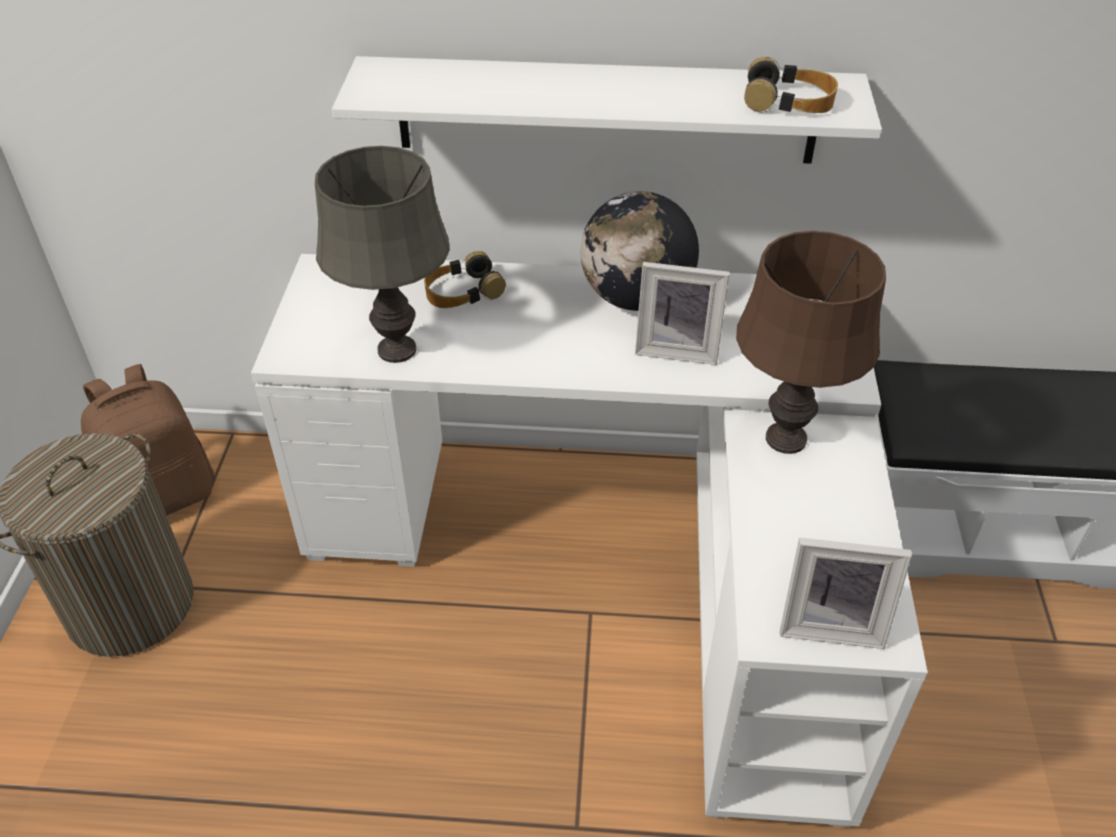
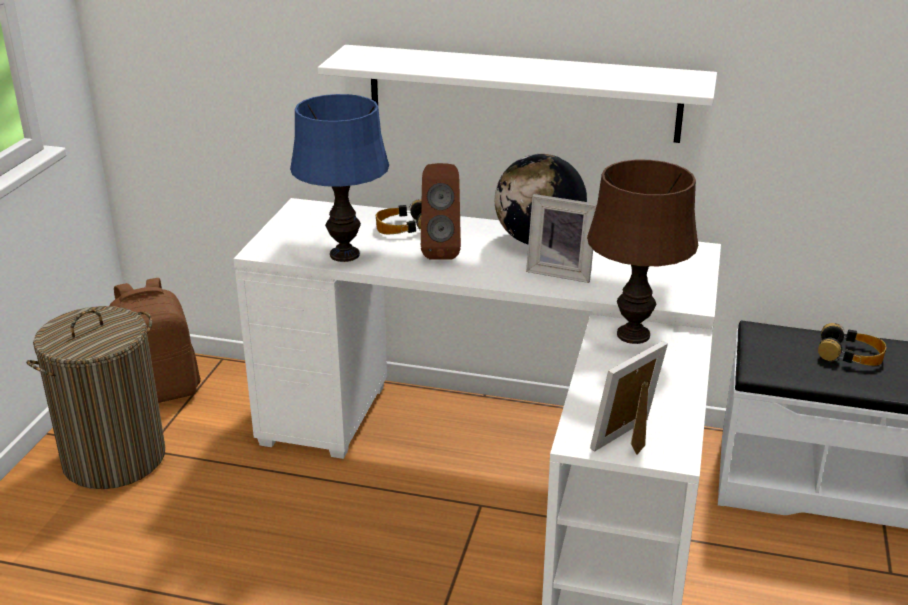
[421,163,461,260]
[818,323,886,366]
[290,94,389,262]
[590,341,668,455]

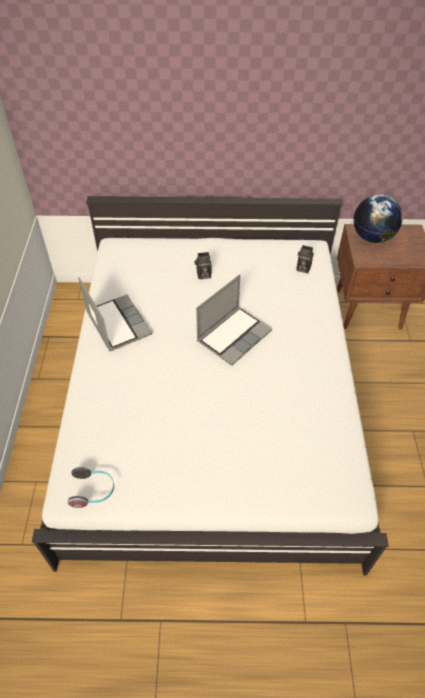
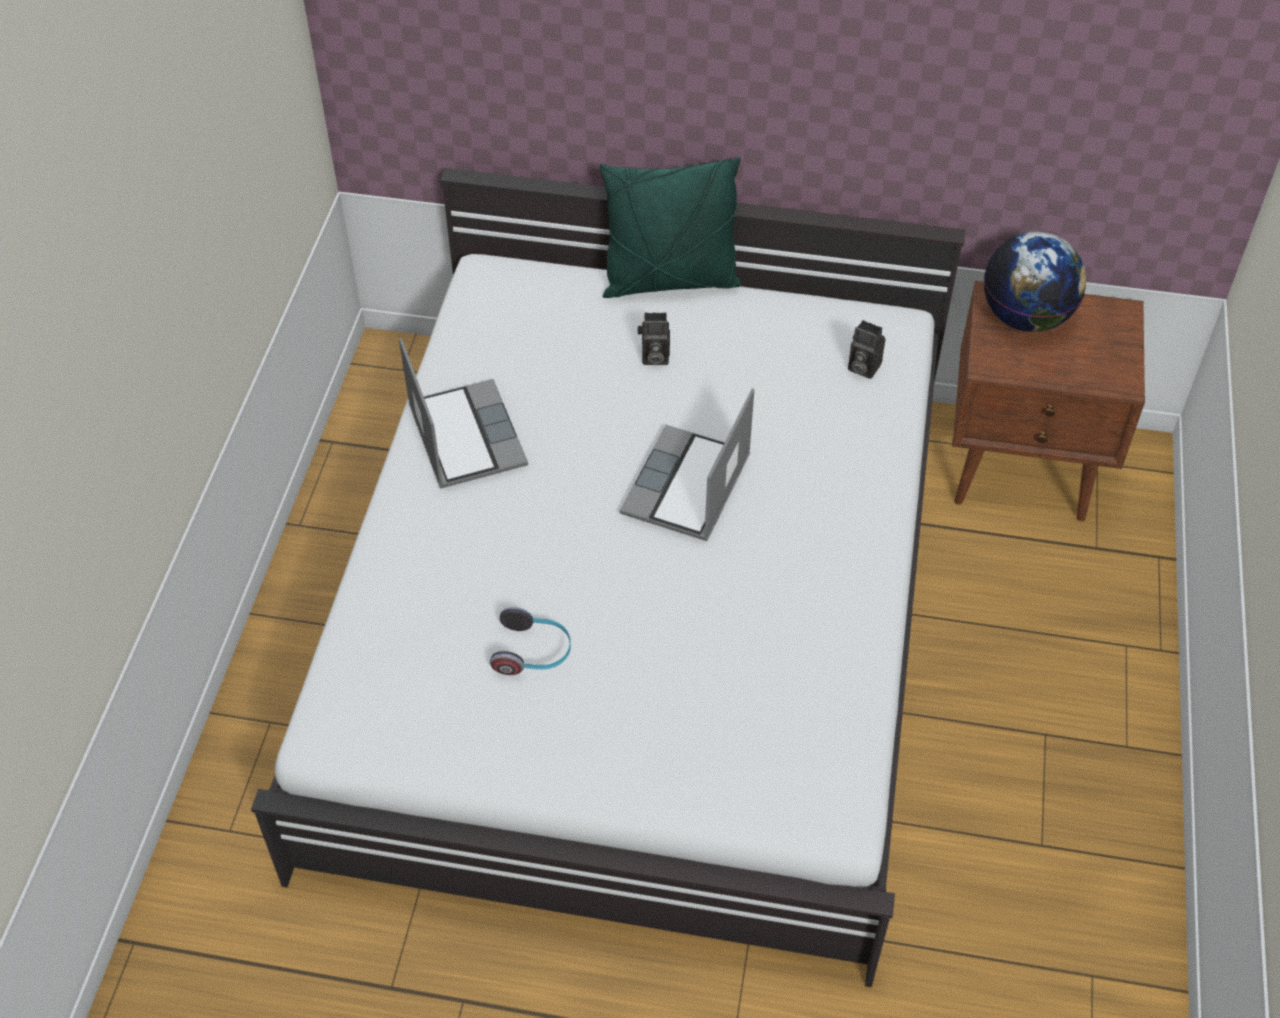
[600,157,741,298]
[490,607,571,675]
[620,388,754,541]

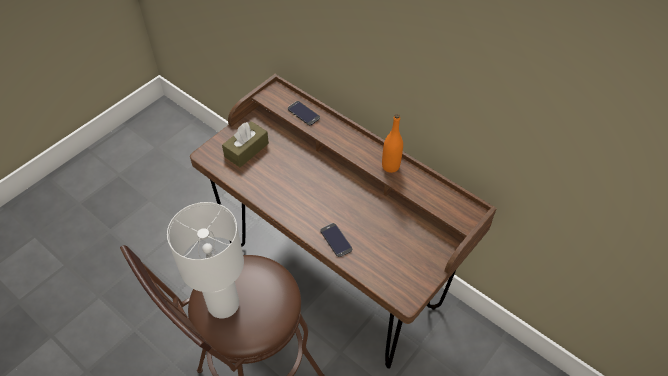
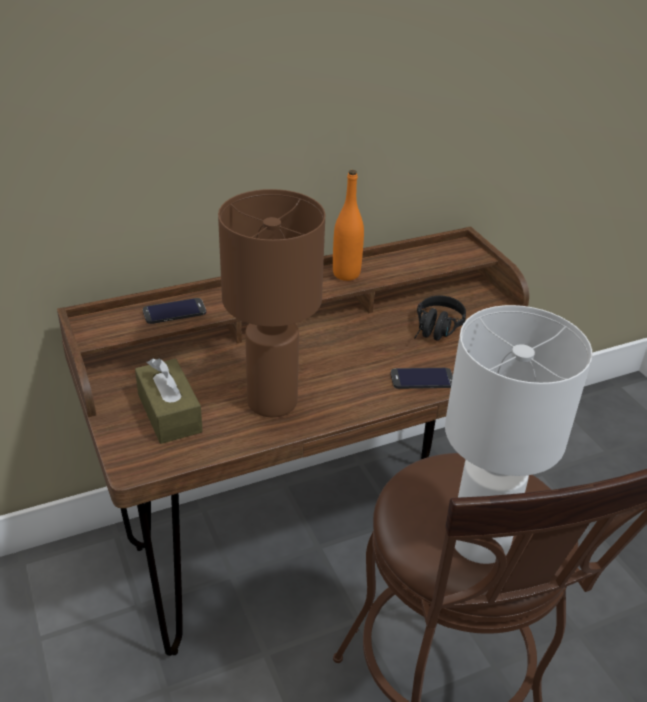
[218,189,325,417]
[414,296,466,341]

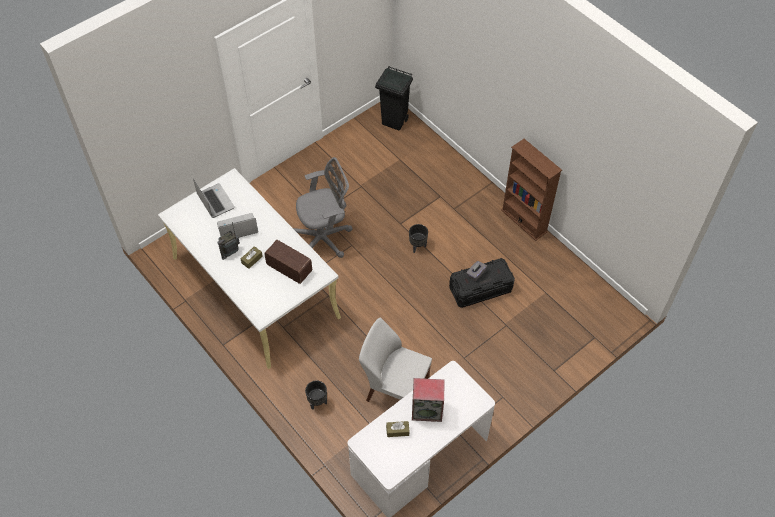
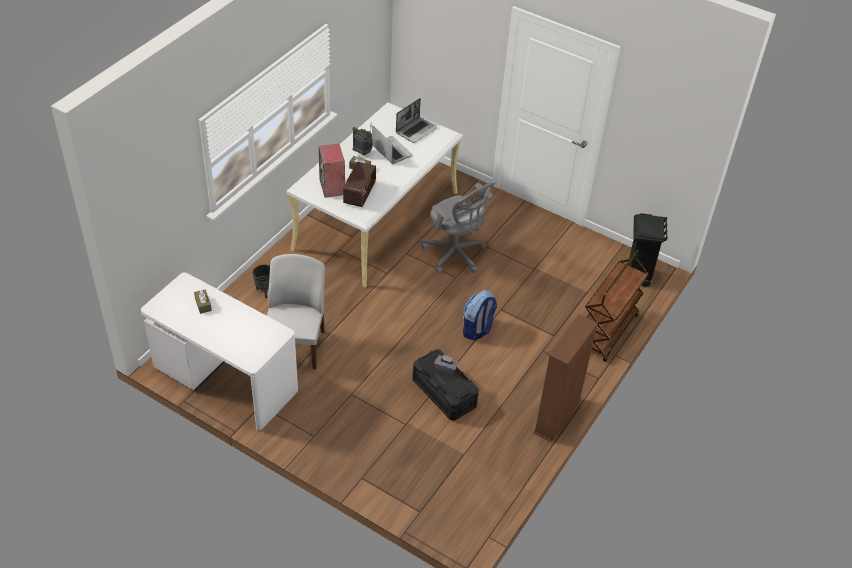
[585,249,649,362]
[319,144,345,198]
[463,290,497,341]

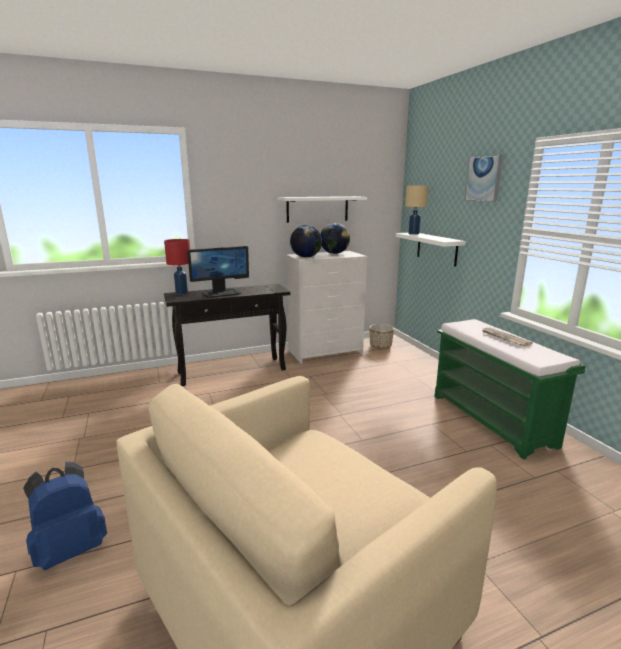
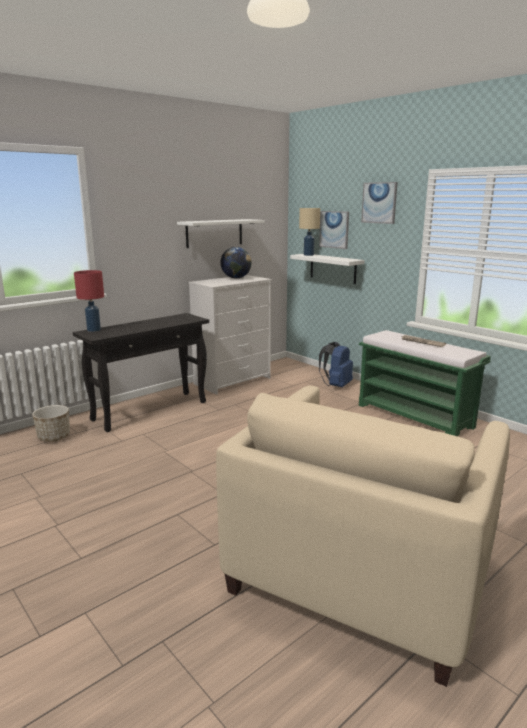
[187,246,249,298] (first image)
[290,225,322,258] (first image)
[319,211,349,249]
[319,342,353,387]
[32,405,70,442]

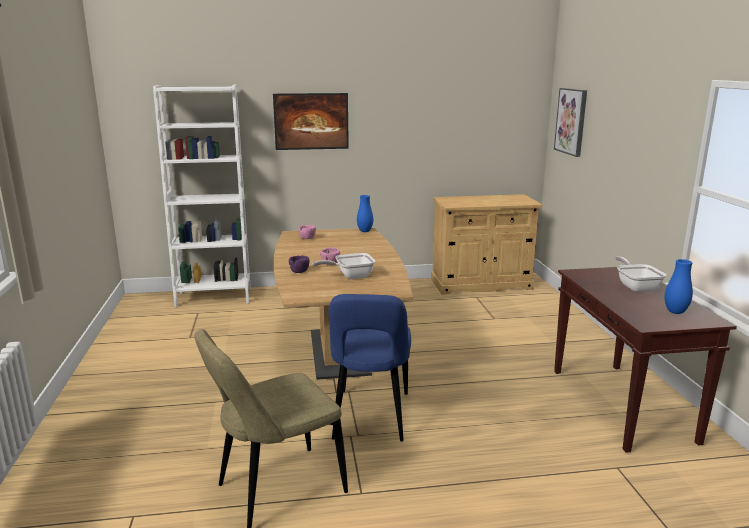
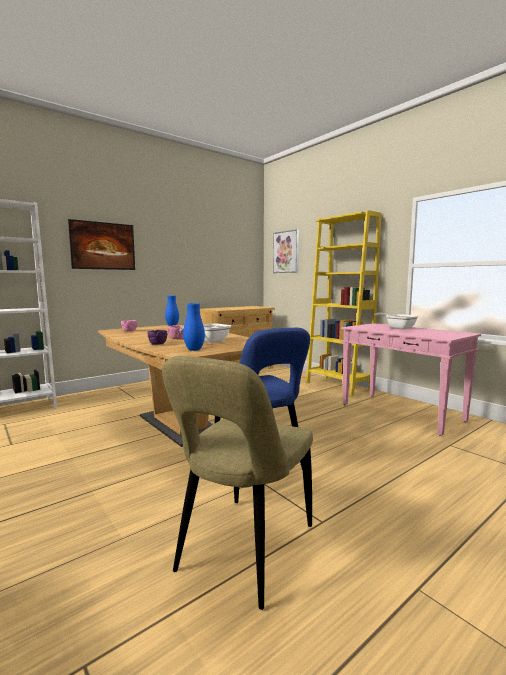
[306,210,382,396]
[183,303,205,351]
[341,323,481,436]

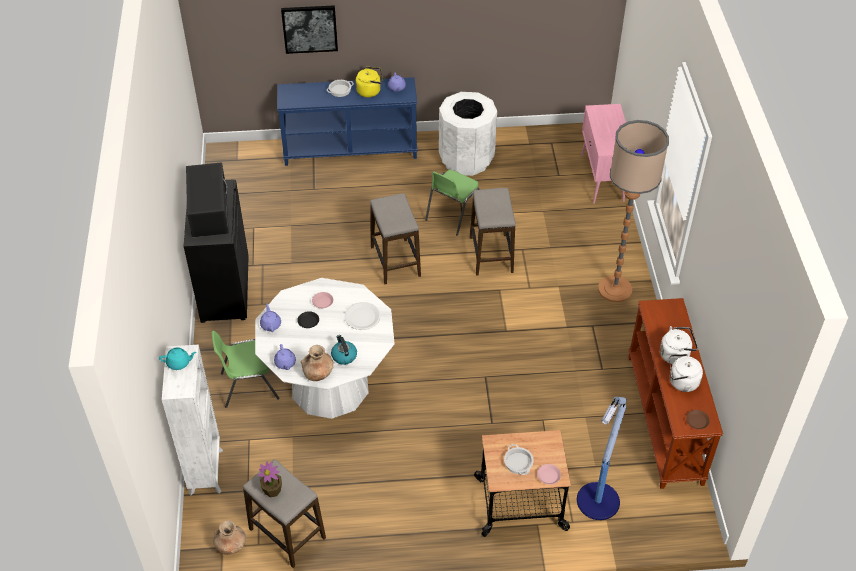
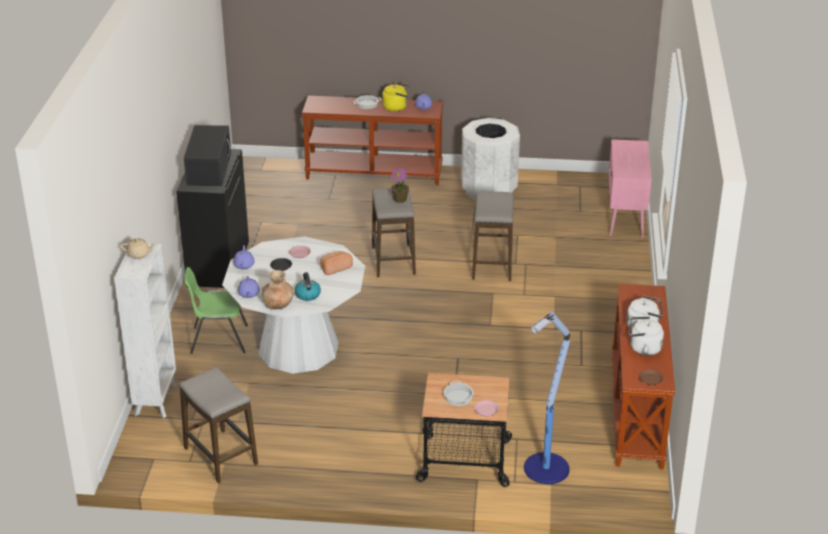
[213,520,246,555] (first image)
[281,5,338,54] (first image)
[425,170,480,236] (first image)
[598,120,669,302] (first image)
[391,167,409,203]
[320,251,353,275]
[120,238,157,259]
[302,96,443,186]

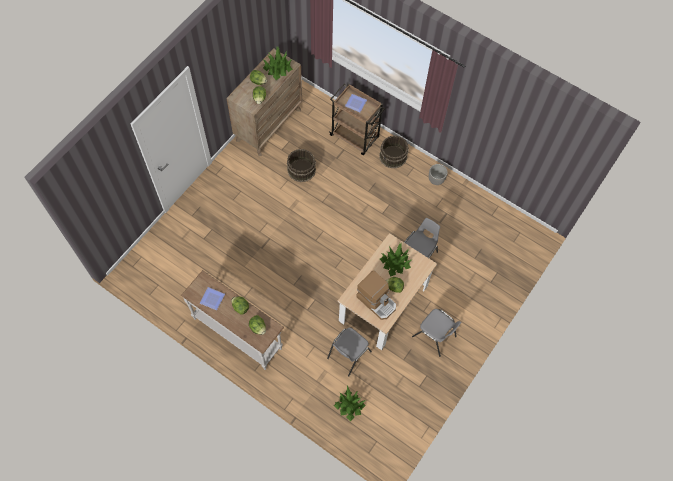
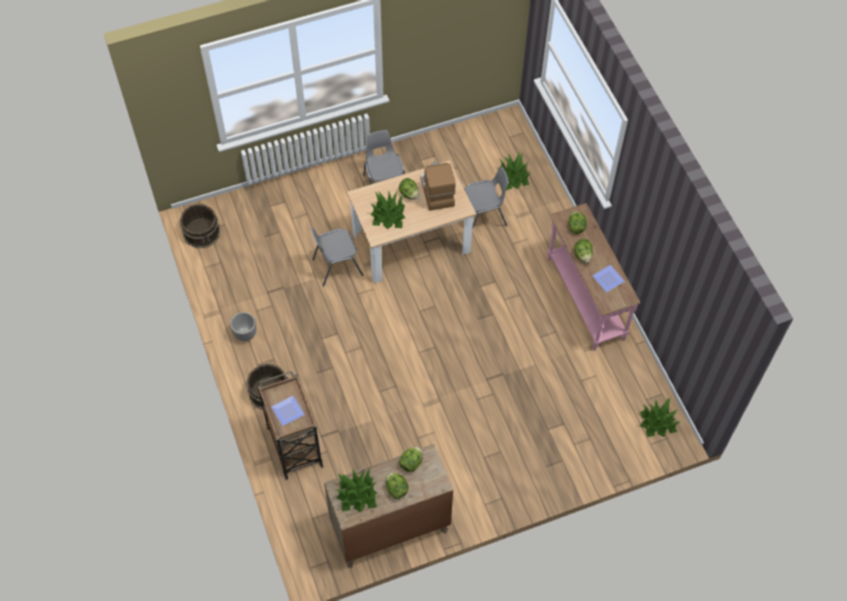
[640,398,681,437]
[180,204,220,248]
[547,203,640,351]

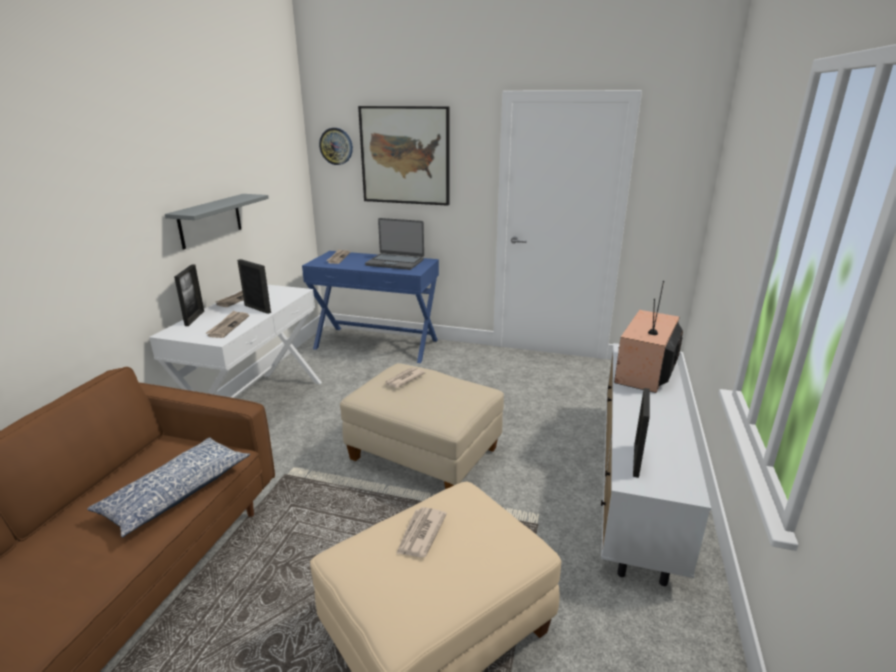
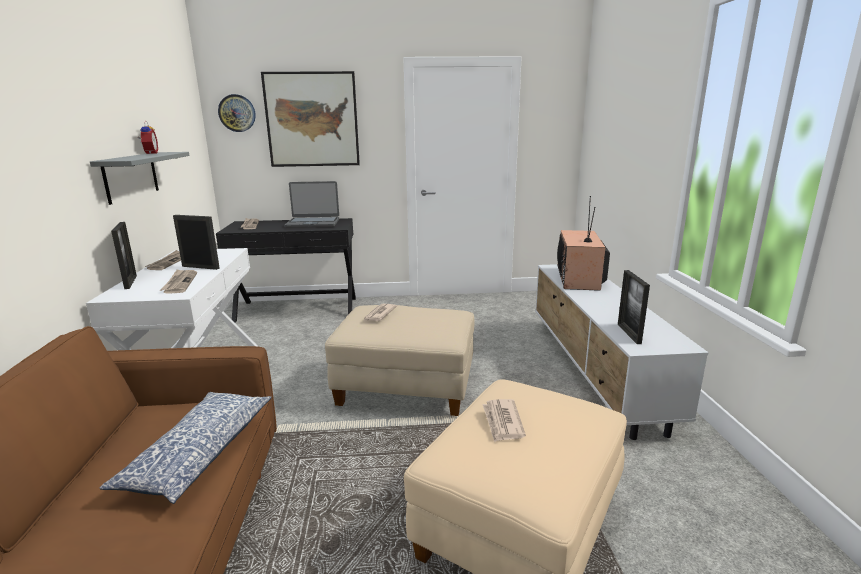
[137,121,158,154]
[216,218,356,323]

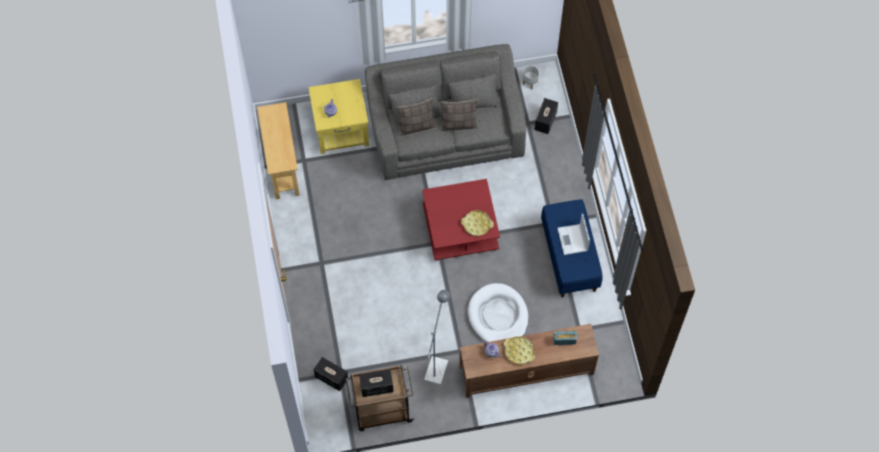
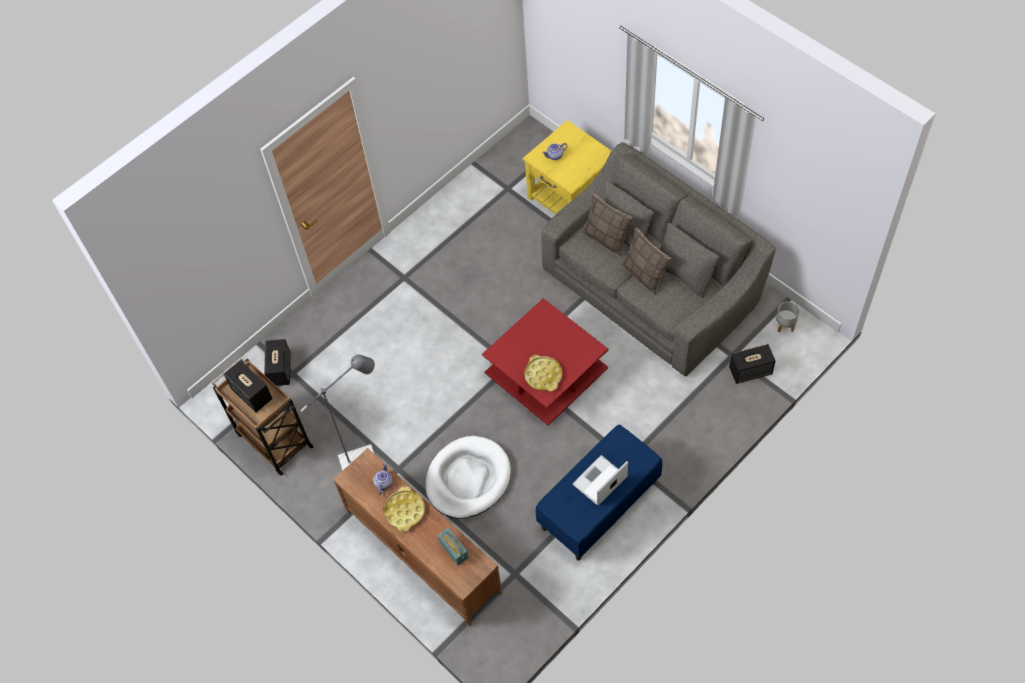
[257,102,300,199] (first image)

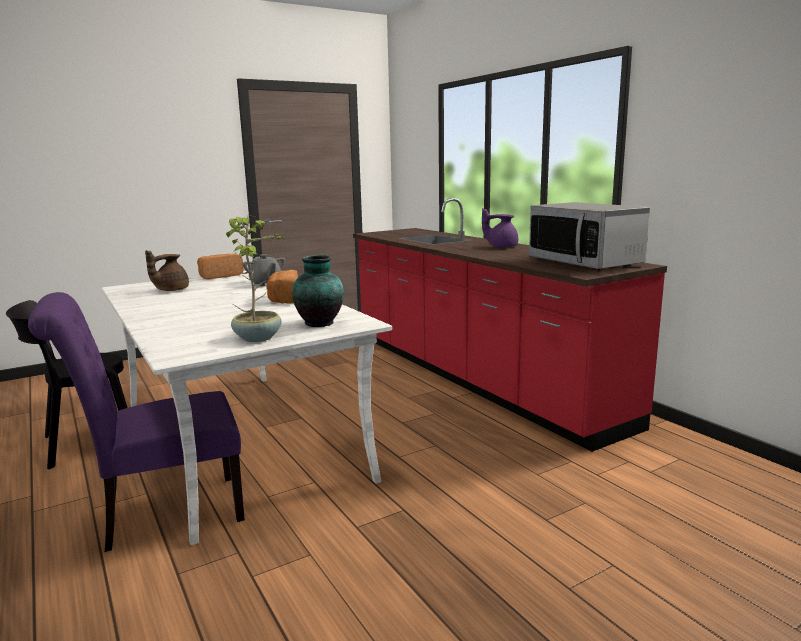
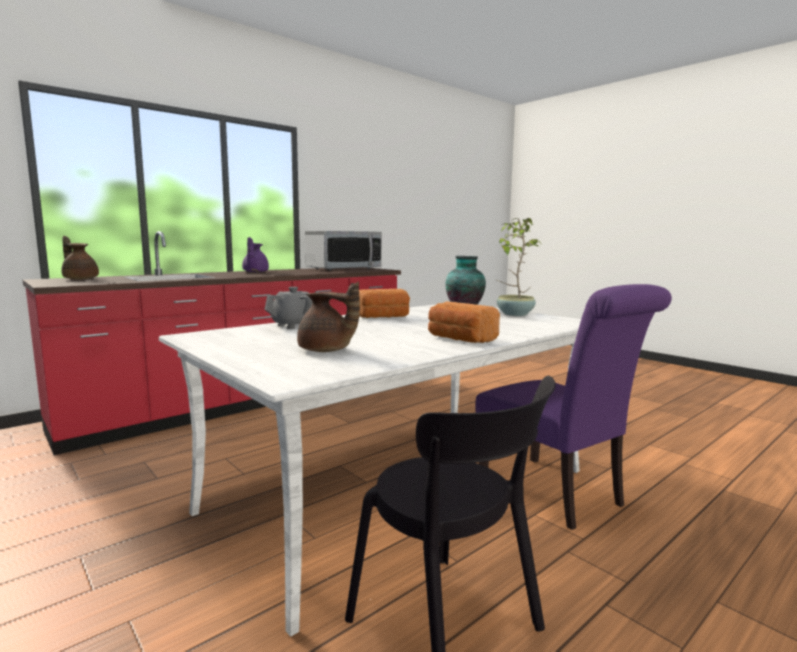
[61,236,99,280]
[428,301,500,343]

